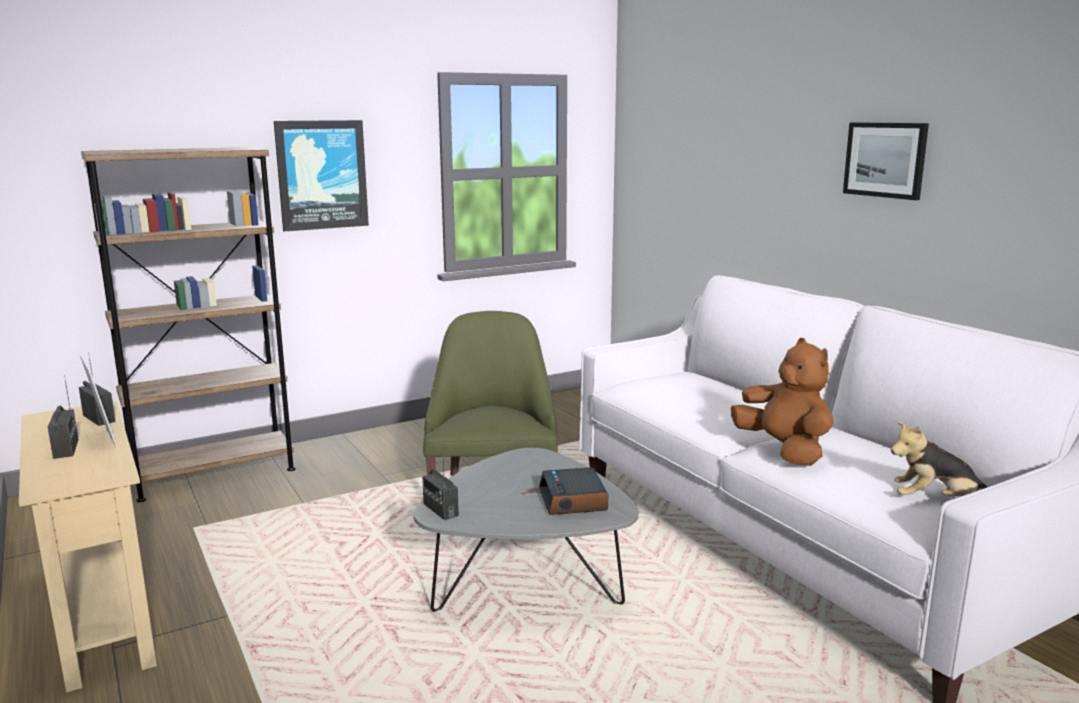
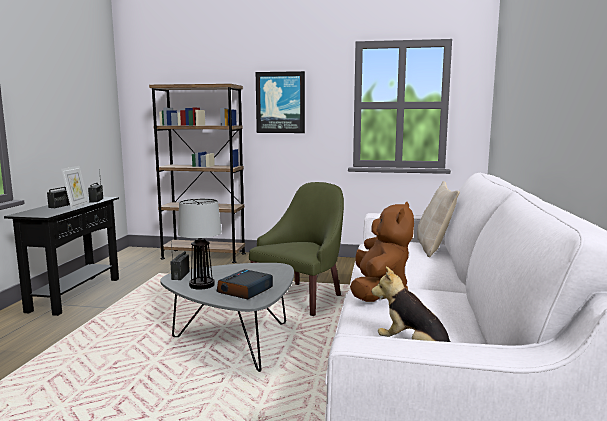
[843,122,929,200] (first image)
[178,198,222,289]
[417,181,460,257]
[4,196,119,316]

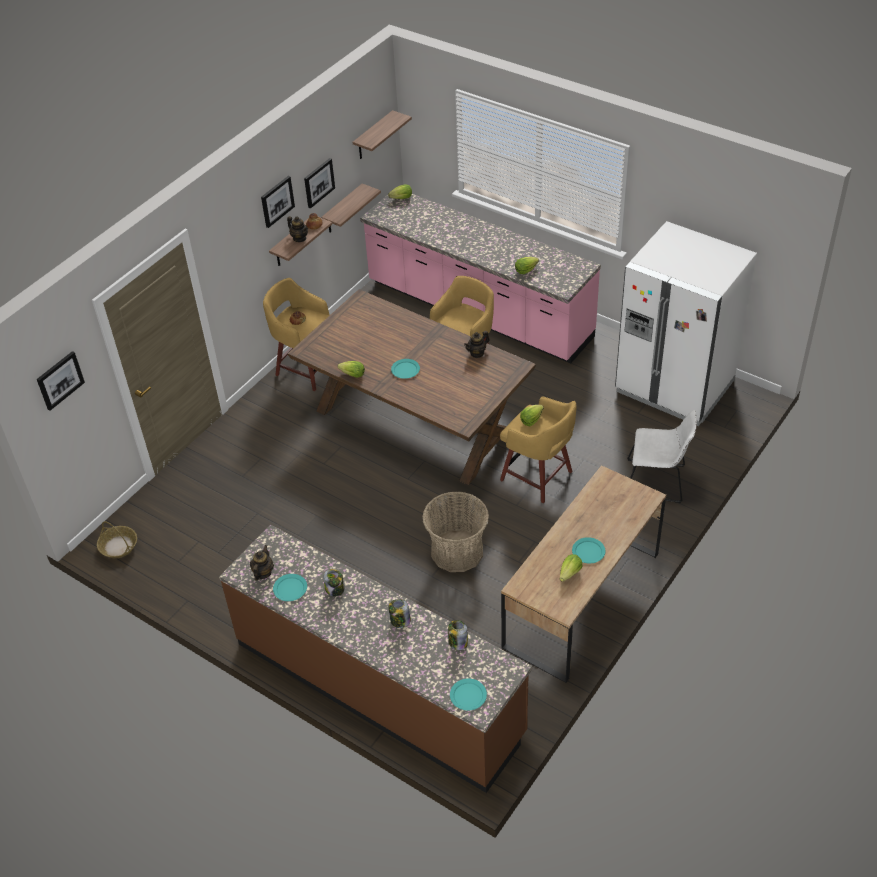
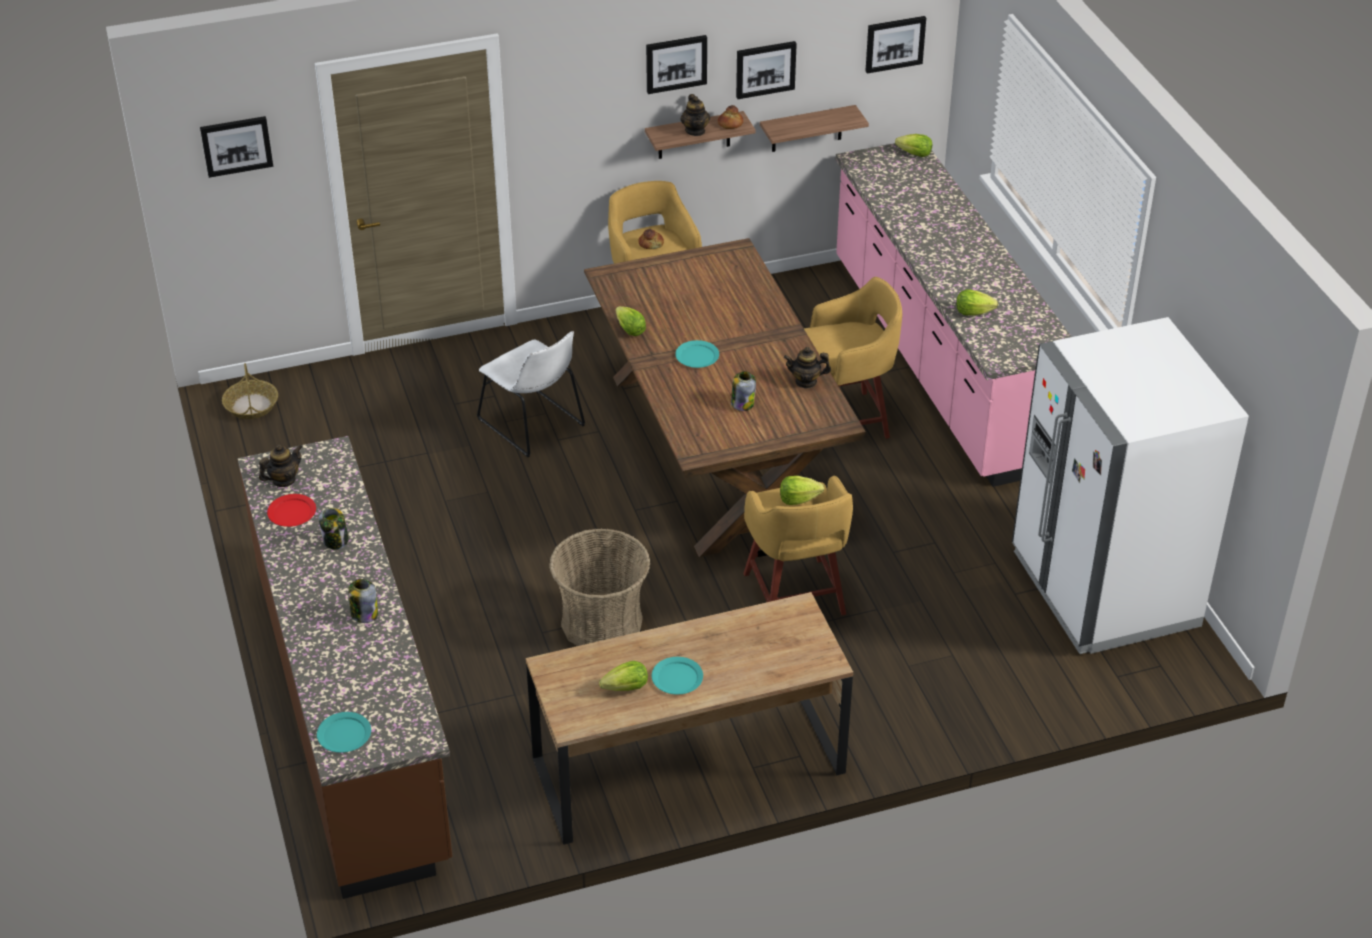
[731,371,756,411]
[477,331,585,457]
[865,16,926,74]
[267,494,316,527]

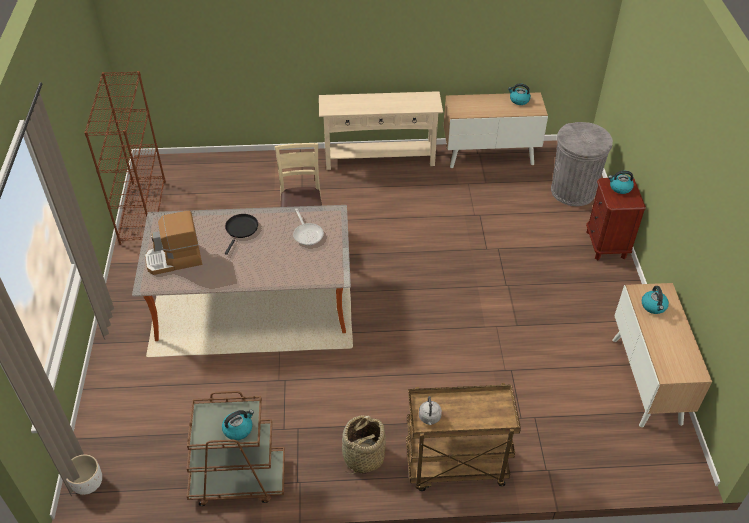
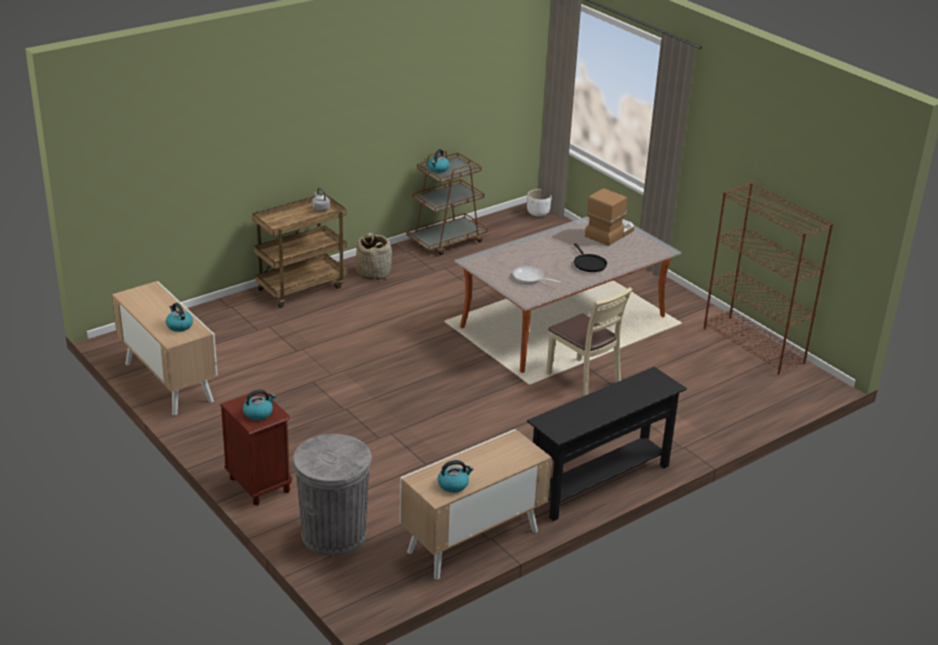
[527,367,687,521]

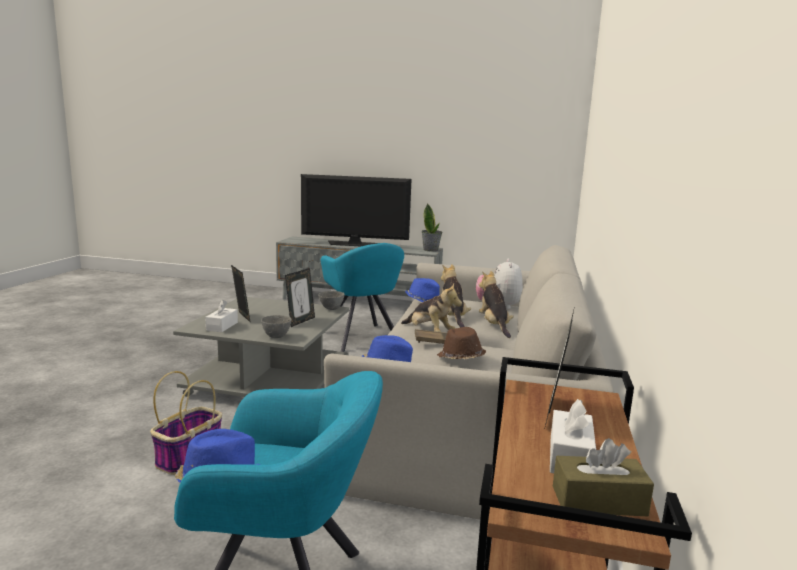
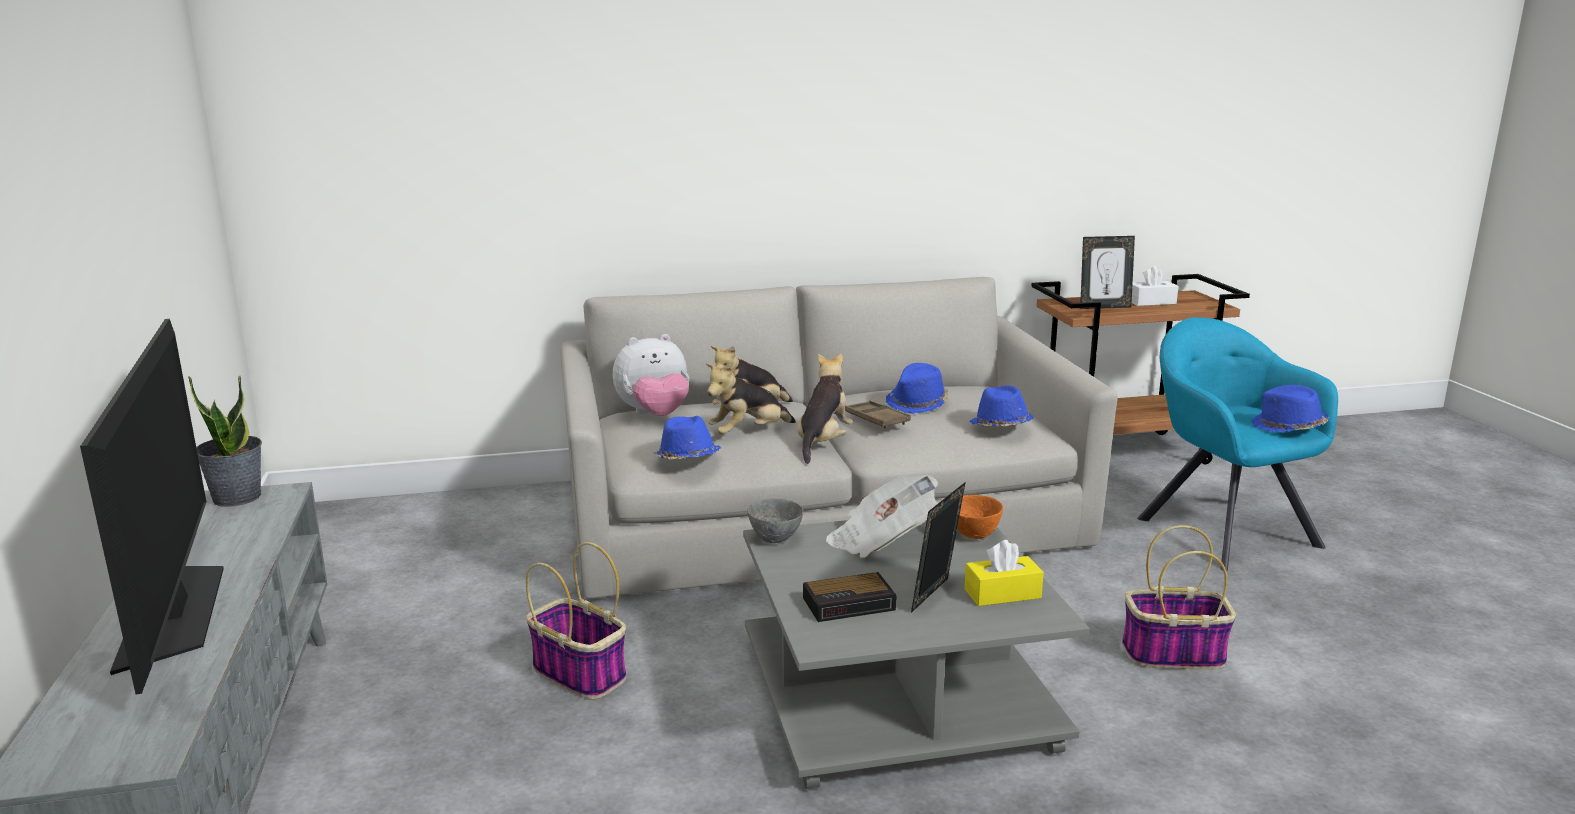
[553,438,654,516] (first image)
[803,572,897,622]
[826,474,939,558]
[526,542,626,700]
[964,540,1044,606]
[957,495,1003,539]
[886,363,948,414]

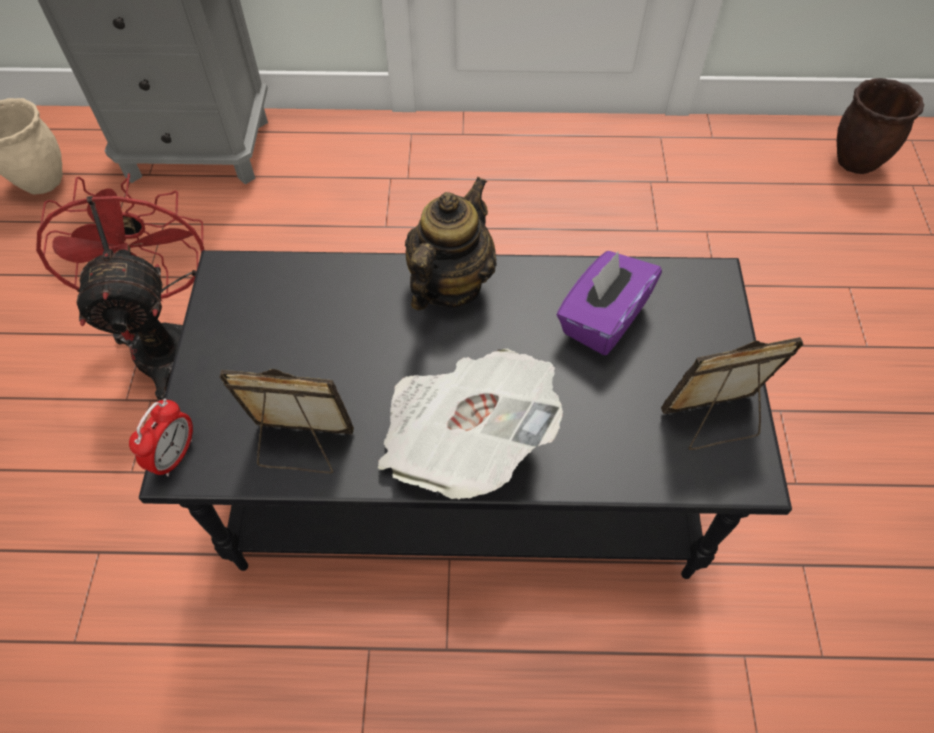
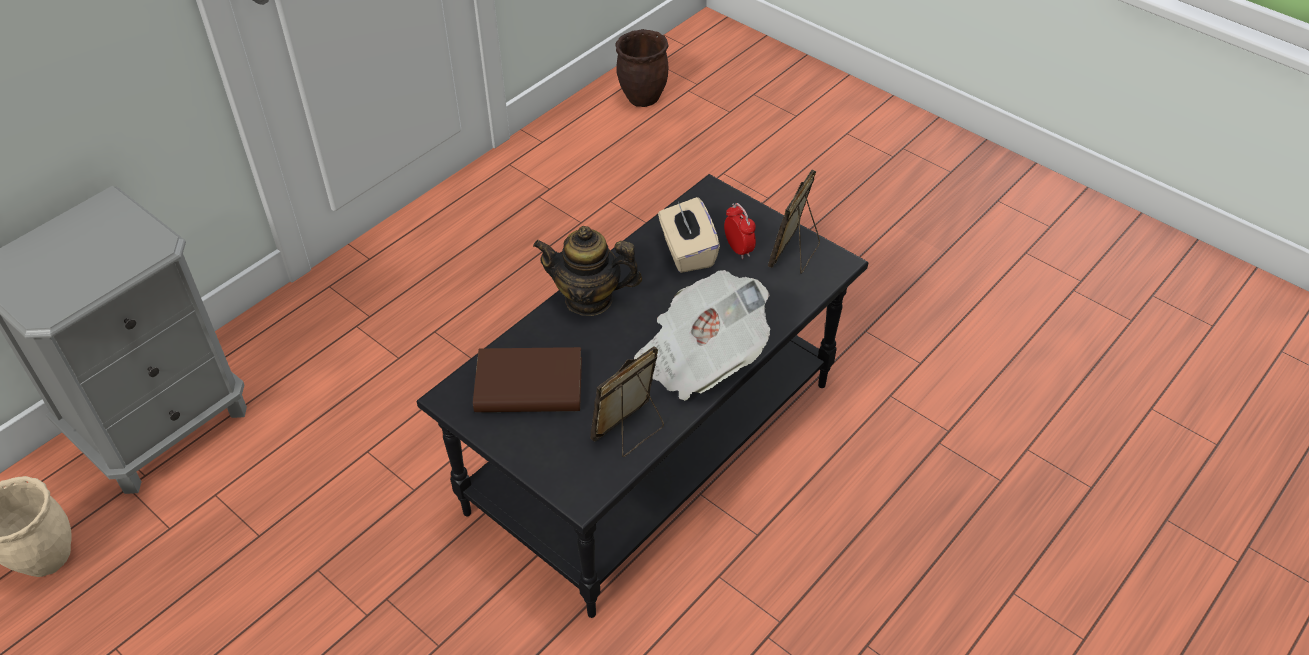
[36,173,204,401] (first image)
[473,347,582,412]
[724,203,756,259]
[658,197,720,273]
[533,226,642,316]

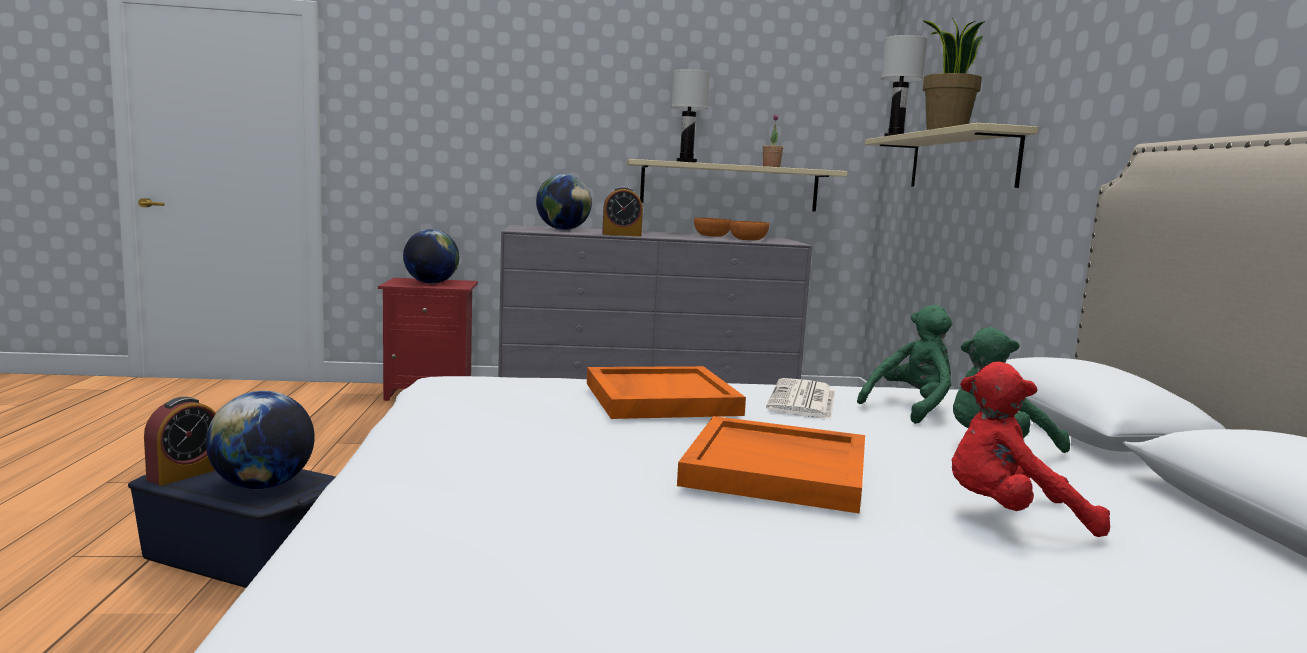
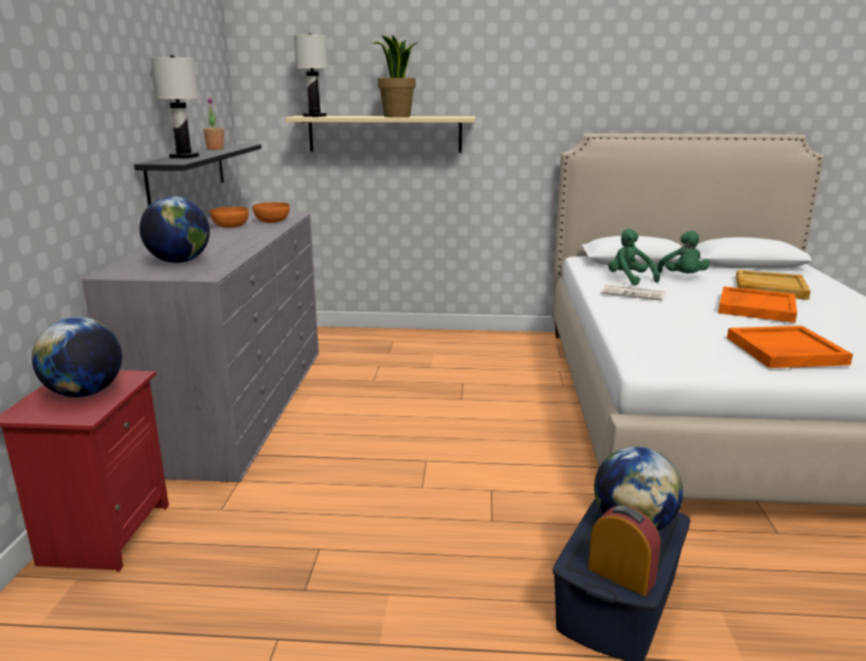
[602,187,643,236] (first image)
[727,326,853,368]
[736,270,811,300]
[134,144,261,206]

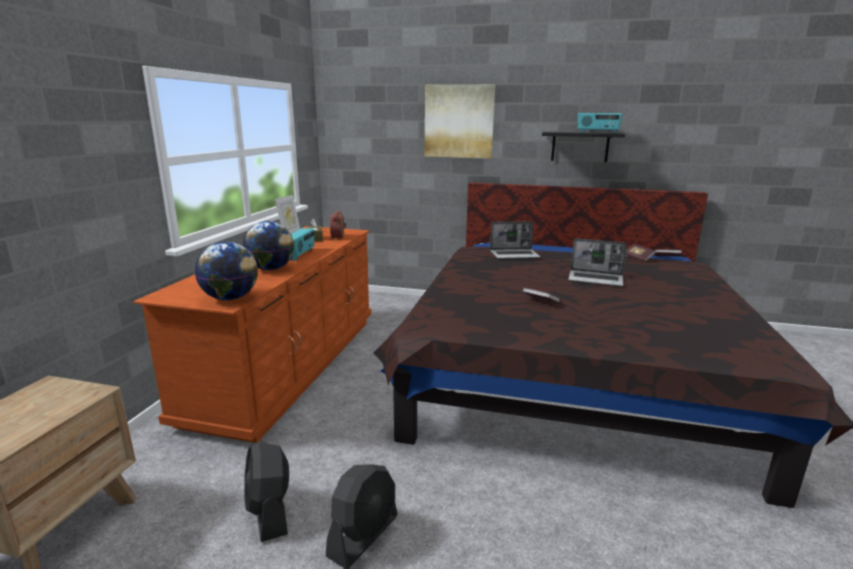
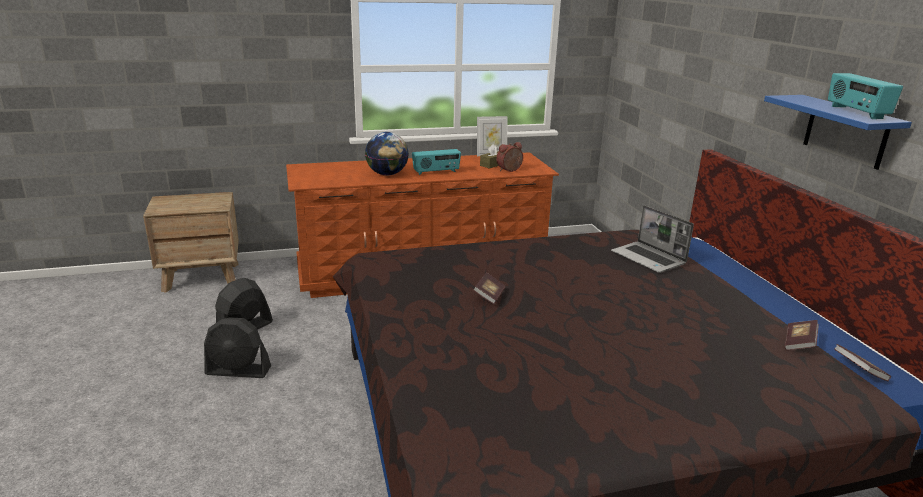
[195,242,258,300] (first image)
[425,84,495,158] (first image)
[568,238,627,286] (first image)
[764,95,912,170]

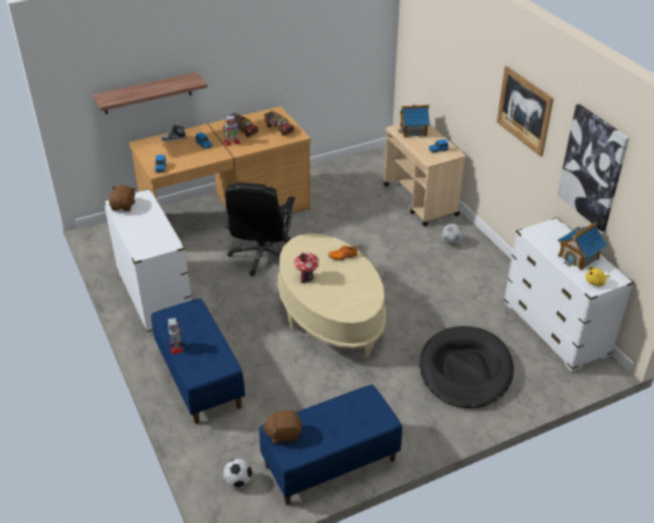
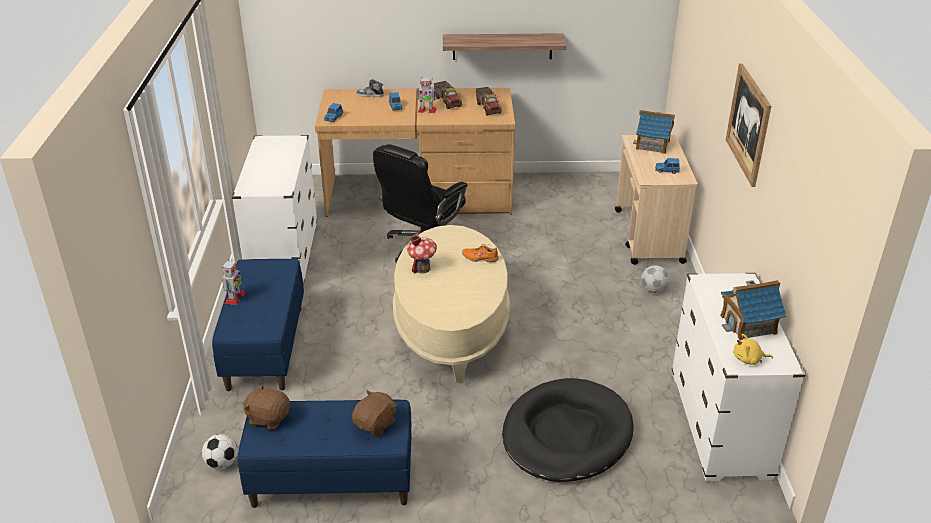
[557,104,629,232] (first image)
[443,33,567,60]
[352,390,397,436]

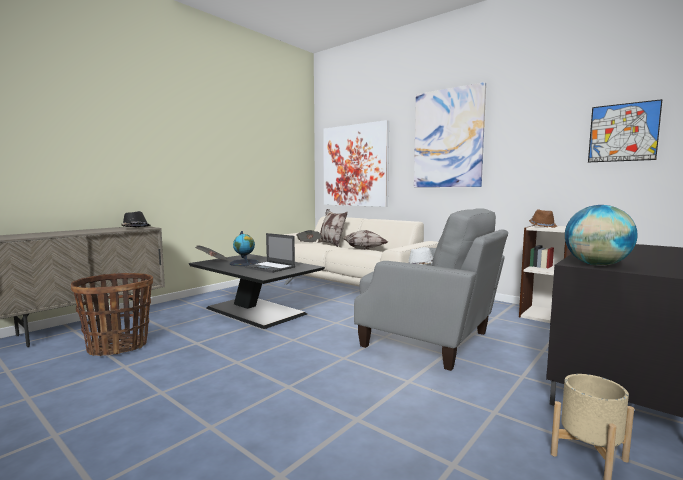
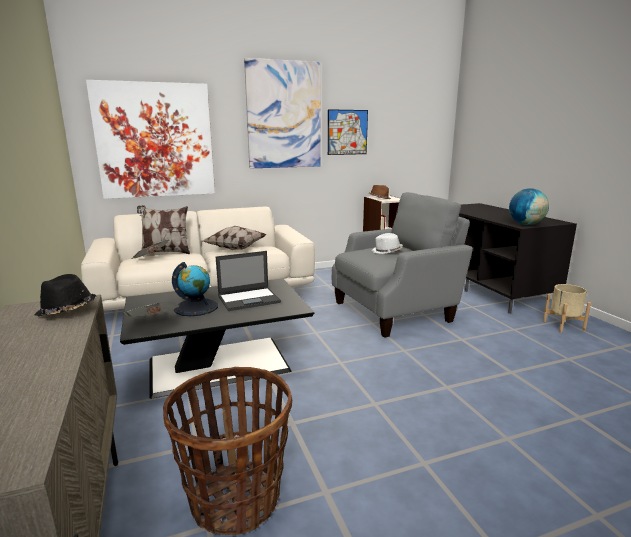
[328,109,368,155]

